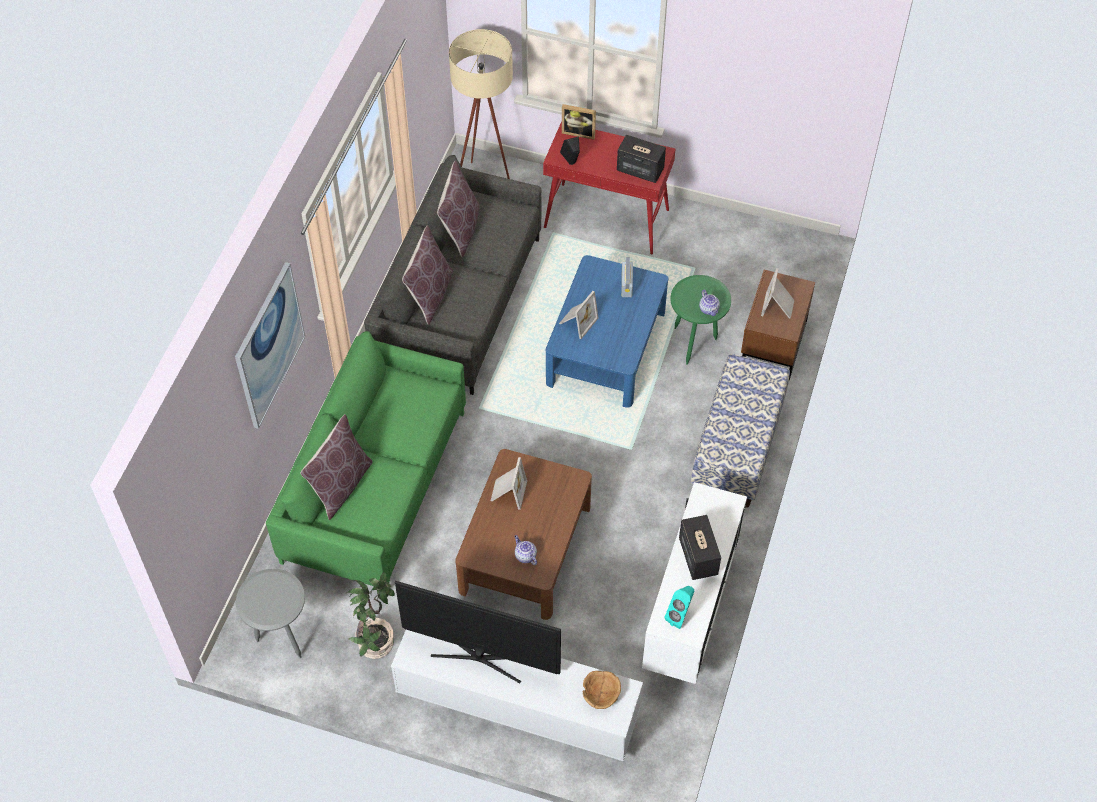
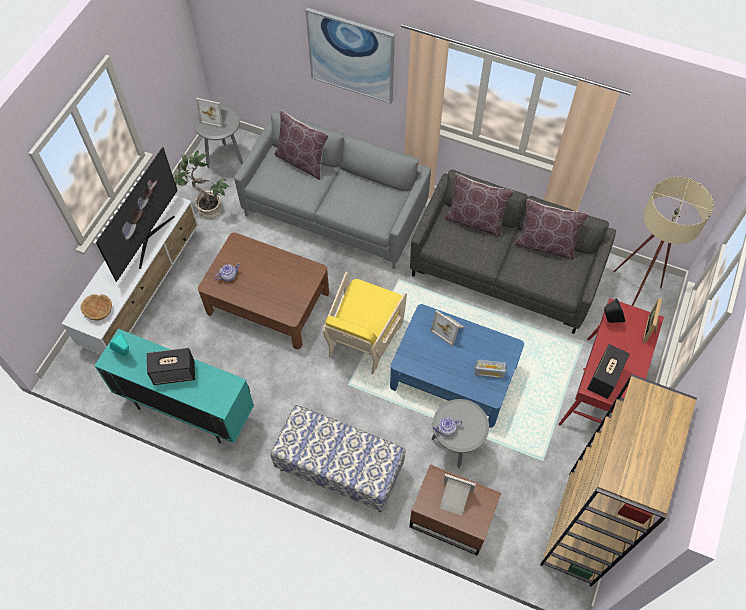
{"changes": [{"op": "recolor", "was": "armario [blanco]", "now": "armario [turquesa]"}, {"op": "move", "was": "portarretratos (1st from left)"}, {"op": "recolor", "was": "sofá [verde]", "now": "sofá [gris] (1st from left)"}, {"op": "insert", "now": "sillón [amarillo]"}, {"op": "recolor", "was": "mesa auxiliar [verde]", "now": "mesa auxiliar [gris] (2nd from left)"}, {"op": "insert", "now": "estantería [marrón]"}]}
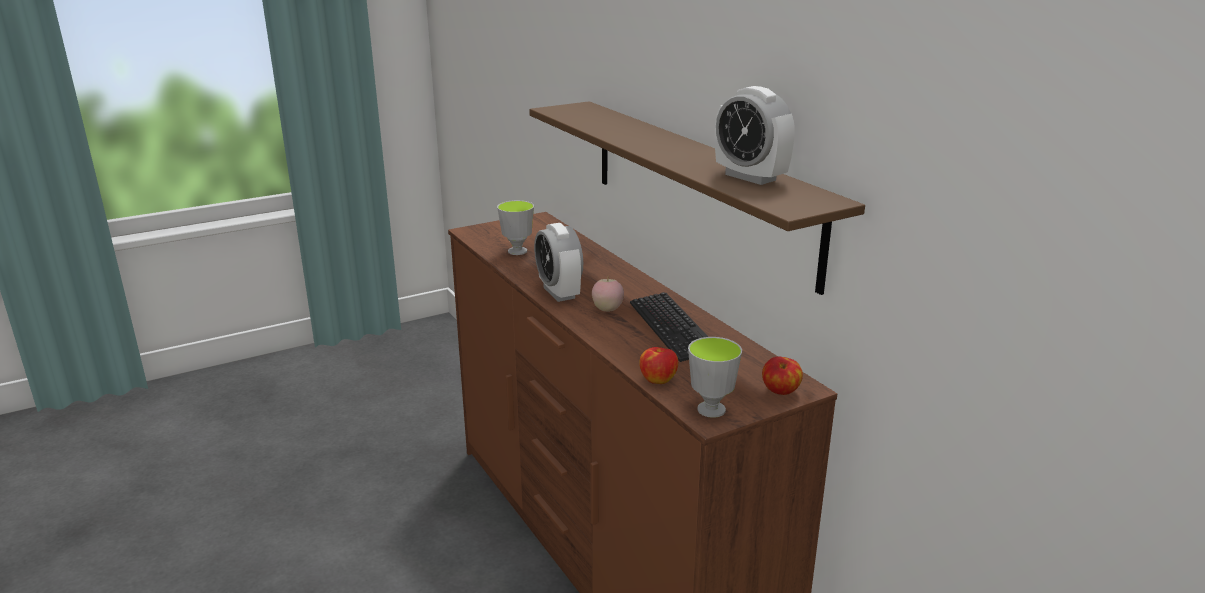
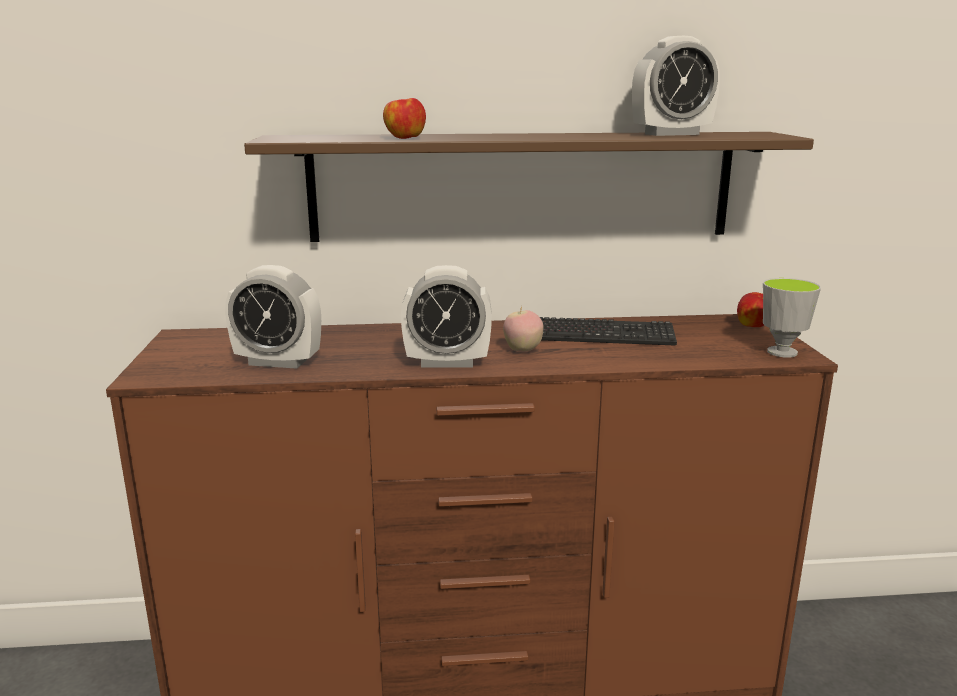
{"changes": [{"op": "replace", "was": "taza (1st from left)", "now": "despertador (1st from left)"}, {"op": "move", "was": "manzana (2nd from left in the first image)", "now": "manzana (1st from left)"}]}
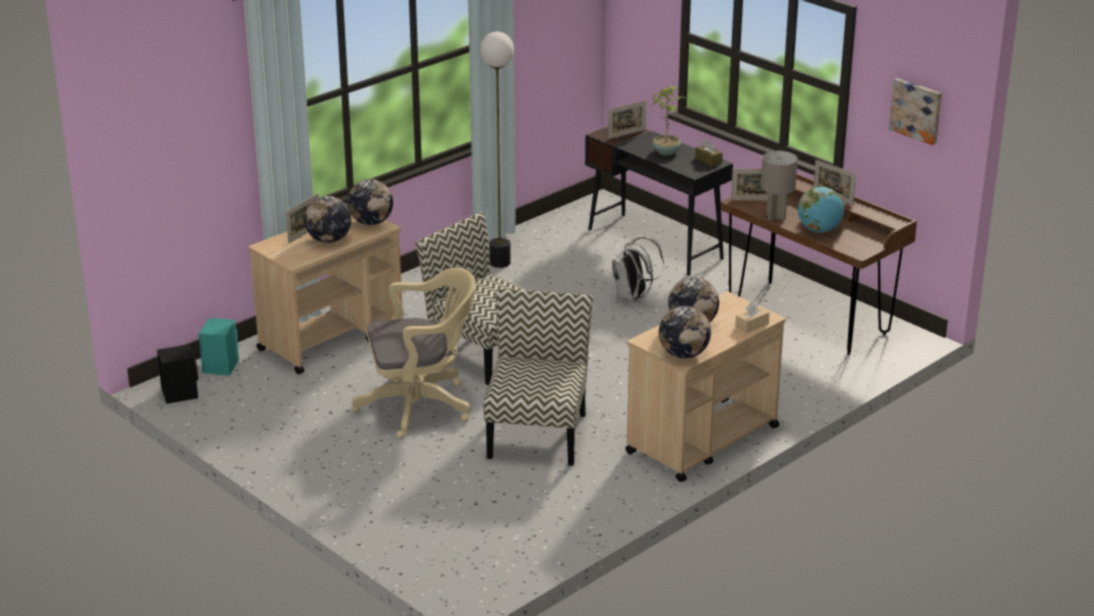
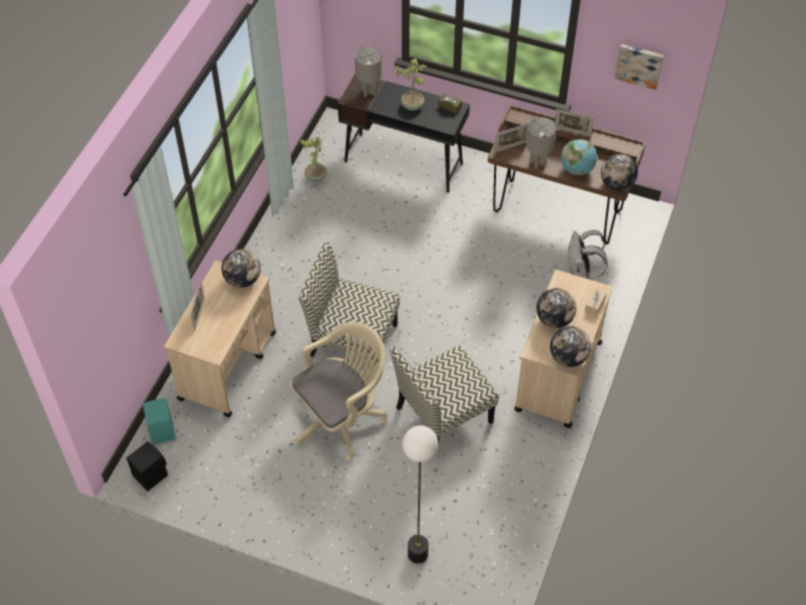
{"changes": [{"op": "insert", "now": "planta en maceta (1st from left)"}, {"op": "replace", "was": "portarretratos (2nd from left)", "now": "lámpara de mesa [gris] (1st from left)"}, {"op": "rotate", "was": "silla (2nd from left)", "clockwise": -105}, {"op": "move", "was": "lámpara de pie"}, {"op": "move", "was": "mochila [blanco]"}, {"op": "move", "was": "globo terráqueo (1st from left in the first image)", "now": "globo terráqueo (5th from left)"}]}
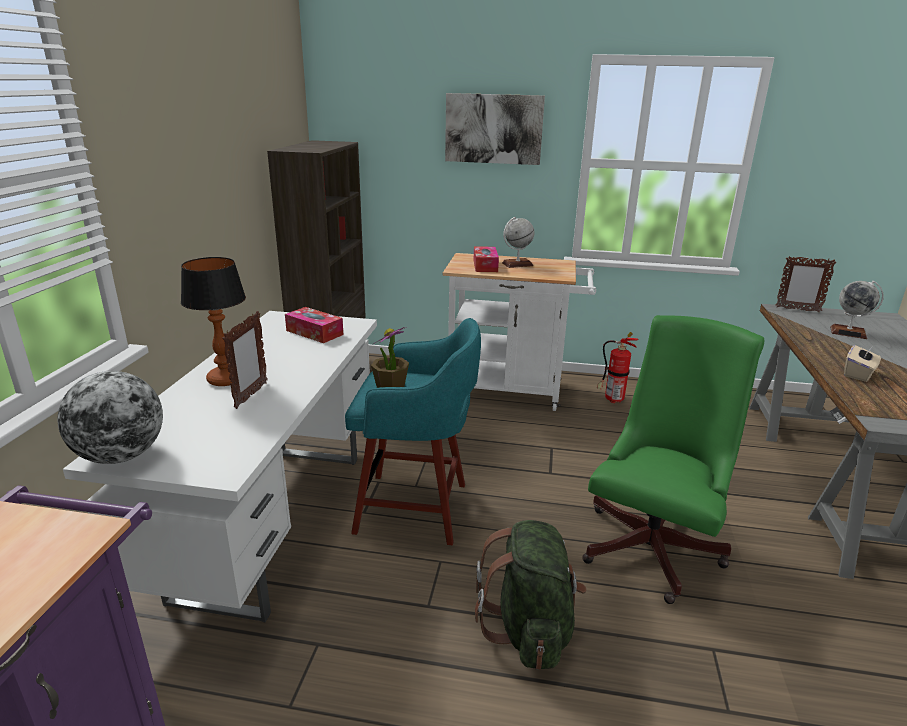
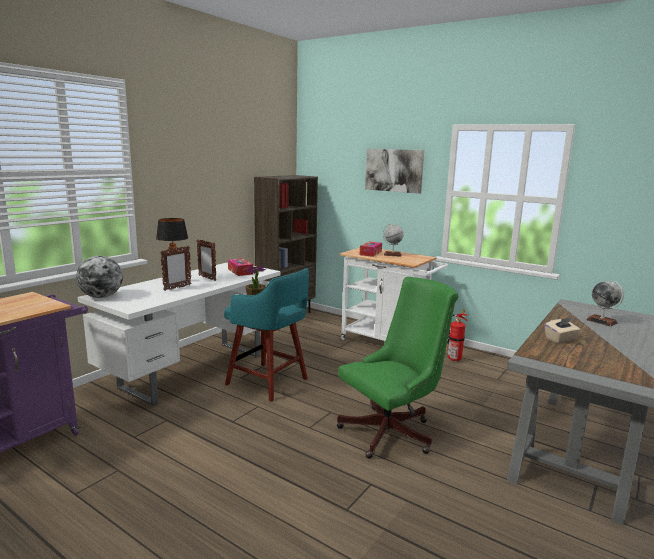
{"changes": [{"op": "move", "was": "portarretratos (2nd from left)"}, {"op": "delete", "was": "mochila [verde]"}]}
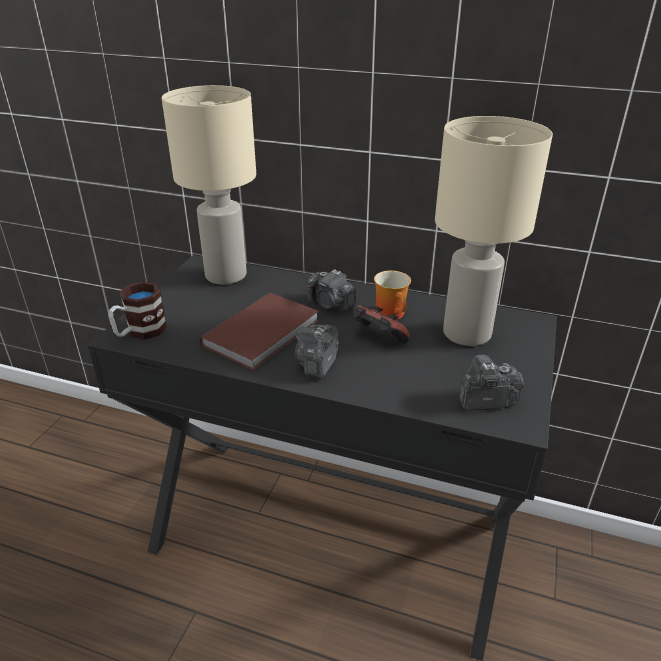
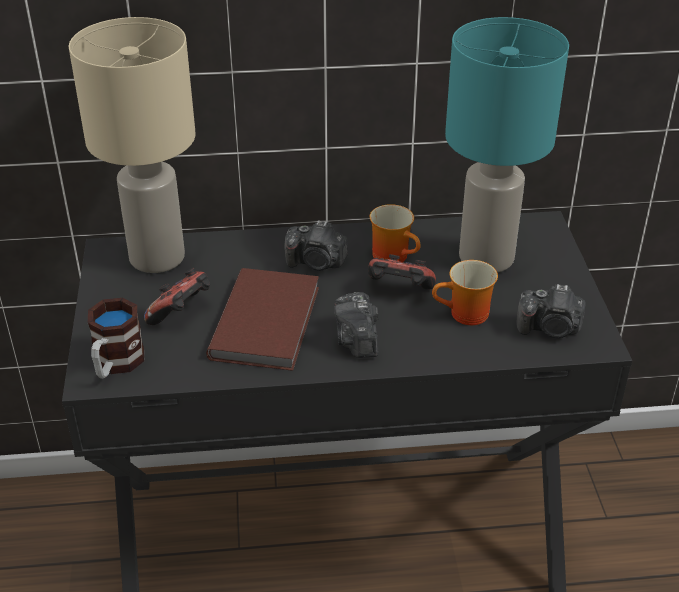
{"changes": [{"op": "insert", "now": "mando de consola (1st from left)"}, {"op": "insert", "now": "taza grande (3rd from left)"}, {"op": "recolor", "was": "lámpara de mesa [beis] (2nd from left)", "now": "lámpara de mesa [turquesa]"}, {"op": "rotate", "was": "cámara (3rd from left)", "clockwise": -135}]}
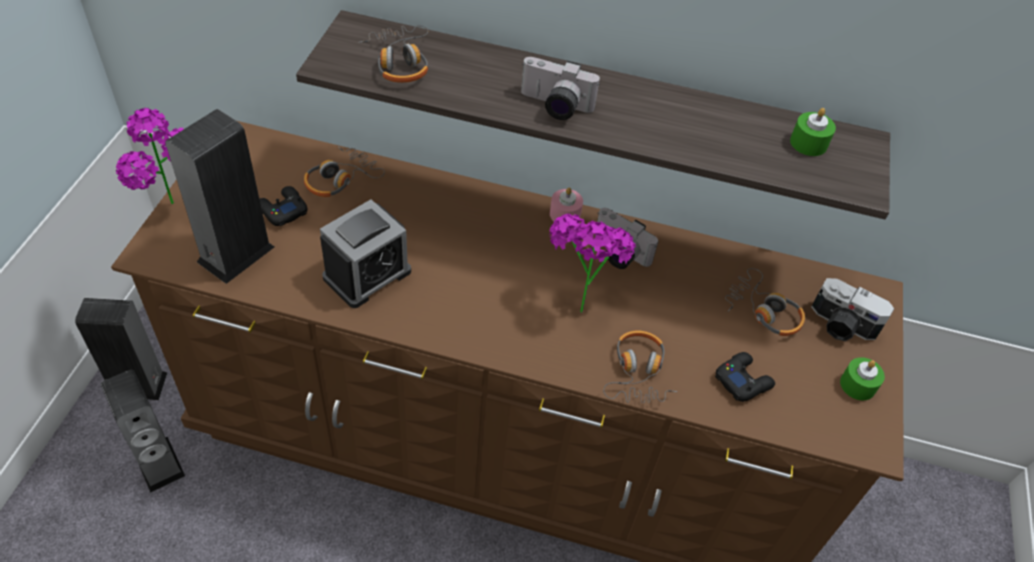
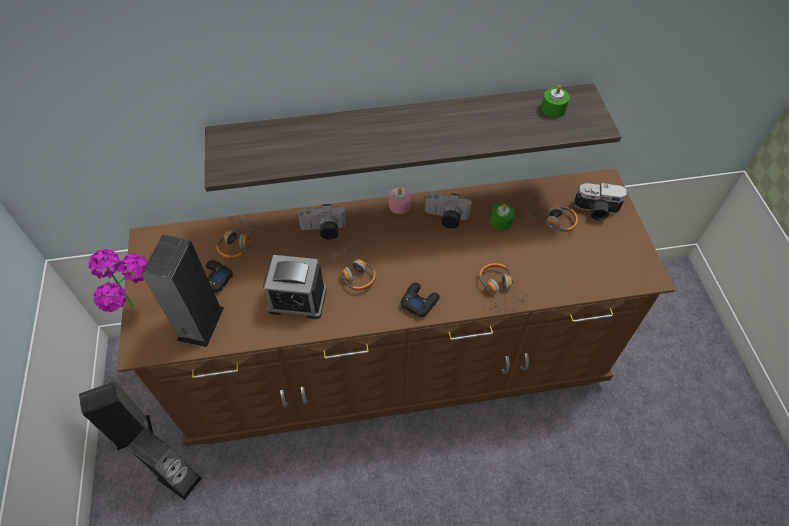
{"changes": [{"op": "rotate", "was": "despertador", "clockwise": 75}, {"op": "move", "was": "cámara (1st from left)"}, {"op": "move", "was": "auriculares (2nd from left)"}, {"op": "move", "was": "mando de consola [negro] (2nd from left)"}, {"op": "move", "was": "vela [verde] (2nd from left in the first image)", "now": "vela [verde] (1st from left)"}, {"op": "delete", "was": "planta en maceta (2nd from left)"}]}
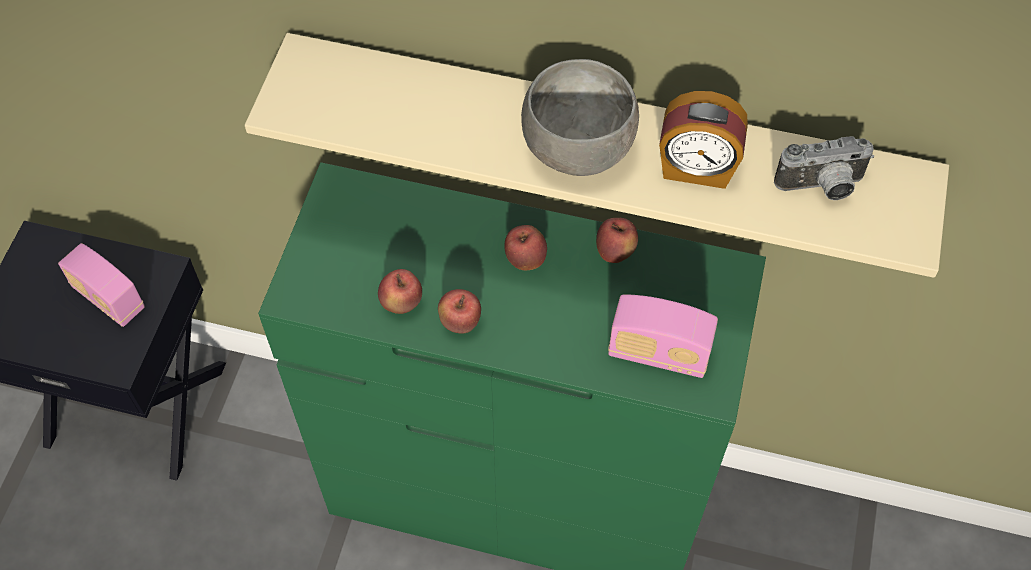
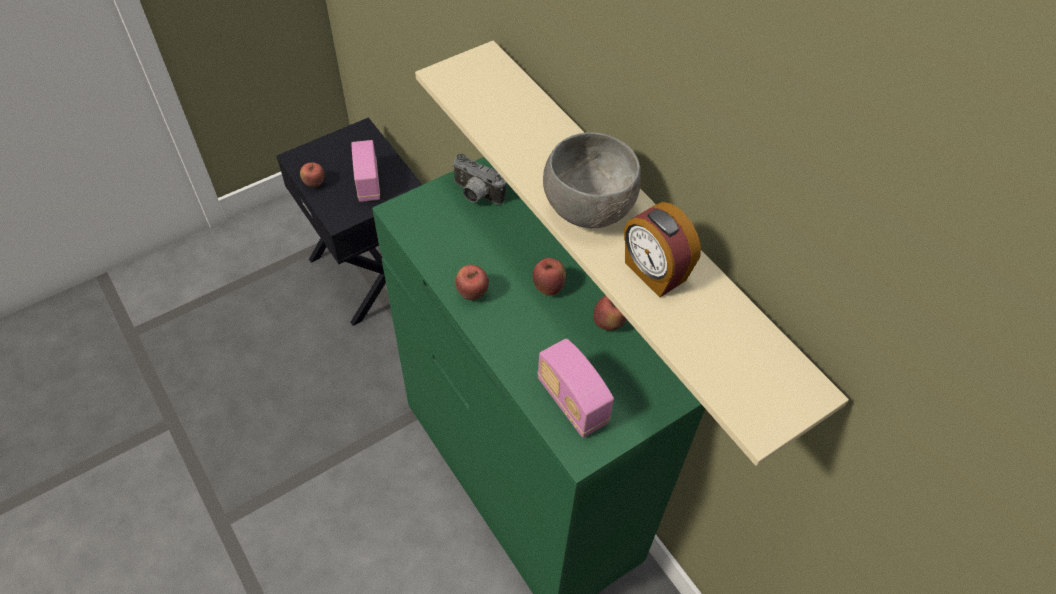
{"changes": [{"op": "move", "was": "manzana (1st from left)"}, {"op": "move", "was": "cámara"}]}
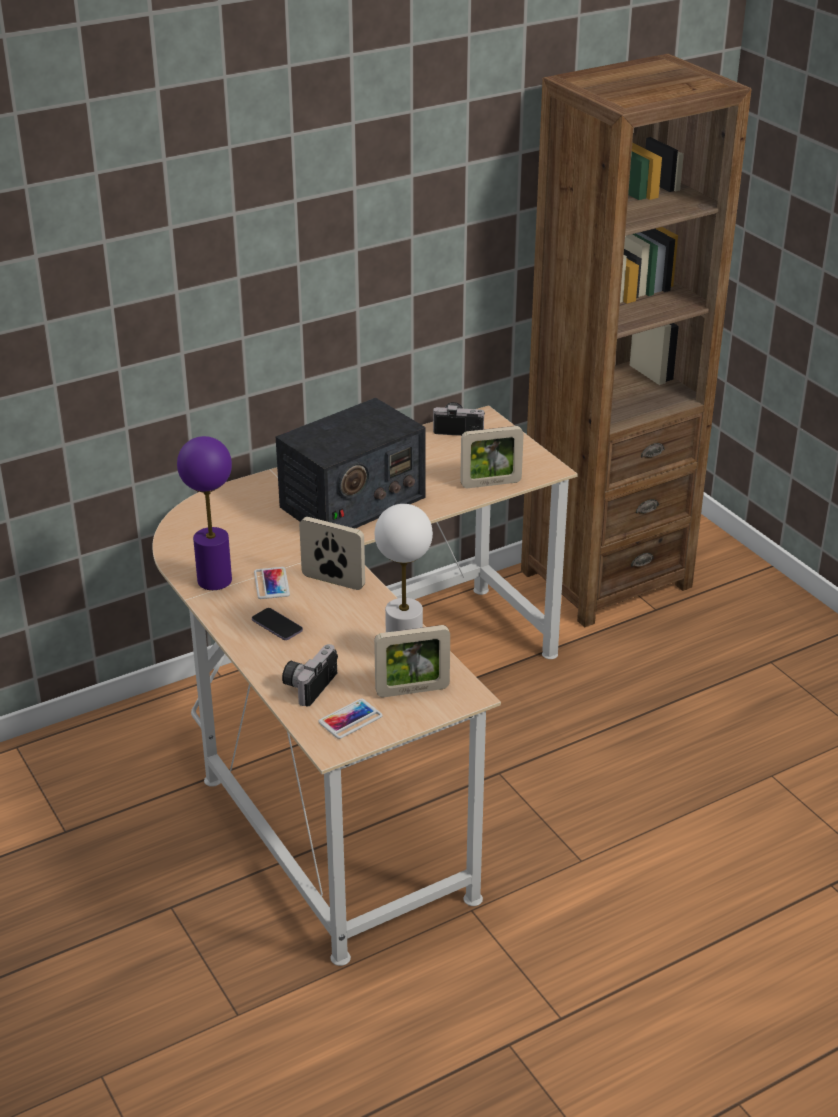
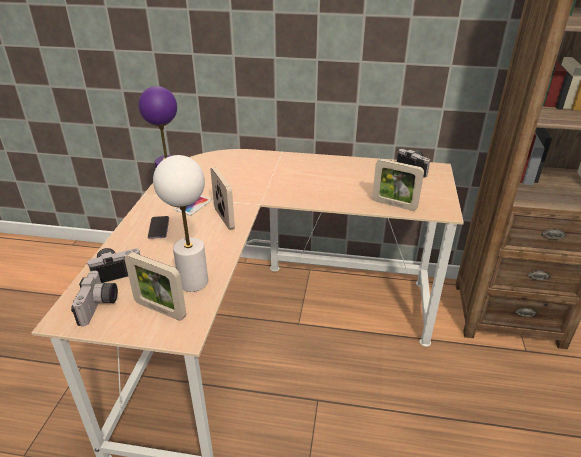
{"changes": [{"op": "replace", "was": "móvil (3rd from left)", "now": "cámara (1st from left)"}, {"op": "delete", "was": "radio"}]}
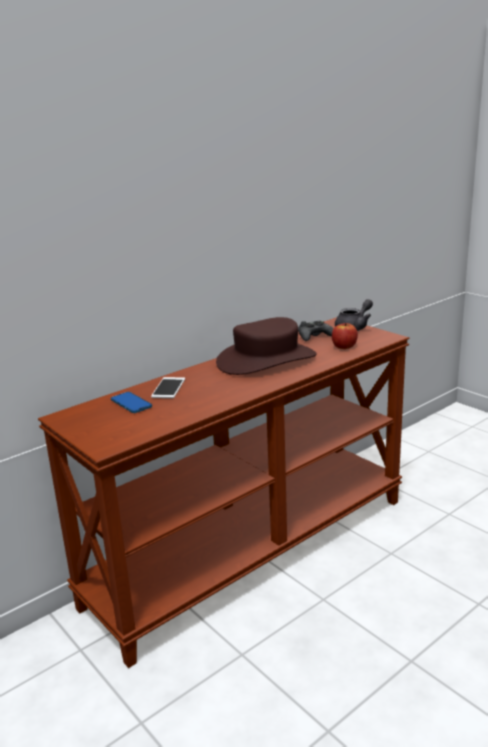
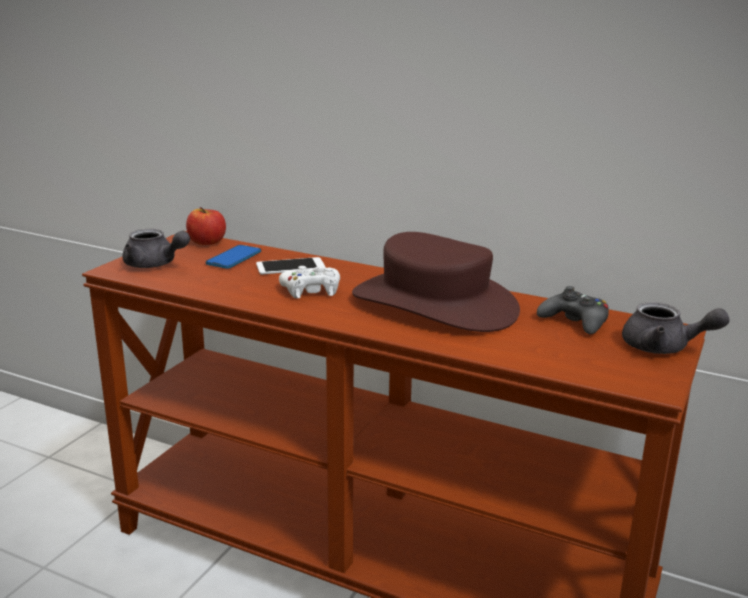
{"changes": [{"op": "insert", "now": "tetera [gris] (1st from left)"}, {"op": "move", "was": "manzana"}, {"op": "insert", "now": "mando de consola [blanco]"}]}
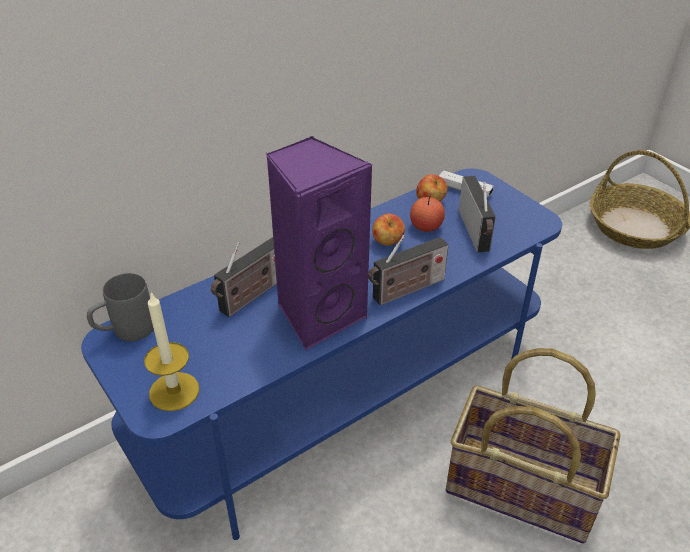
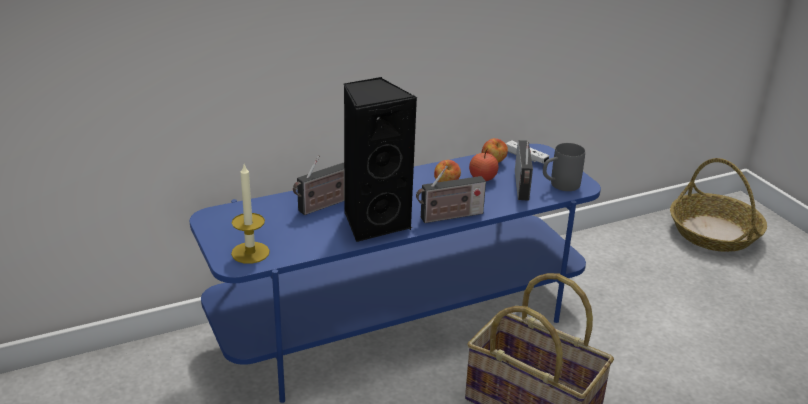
{"changes": [{"op": "recolor", "was": "altavoz [morado]", "now": "altavoz [negro]"}, {"op": "move", "was": "taza grande [gris]"}]}
